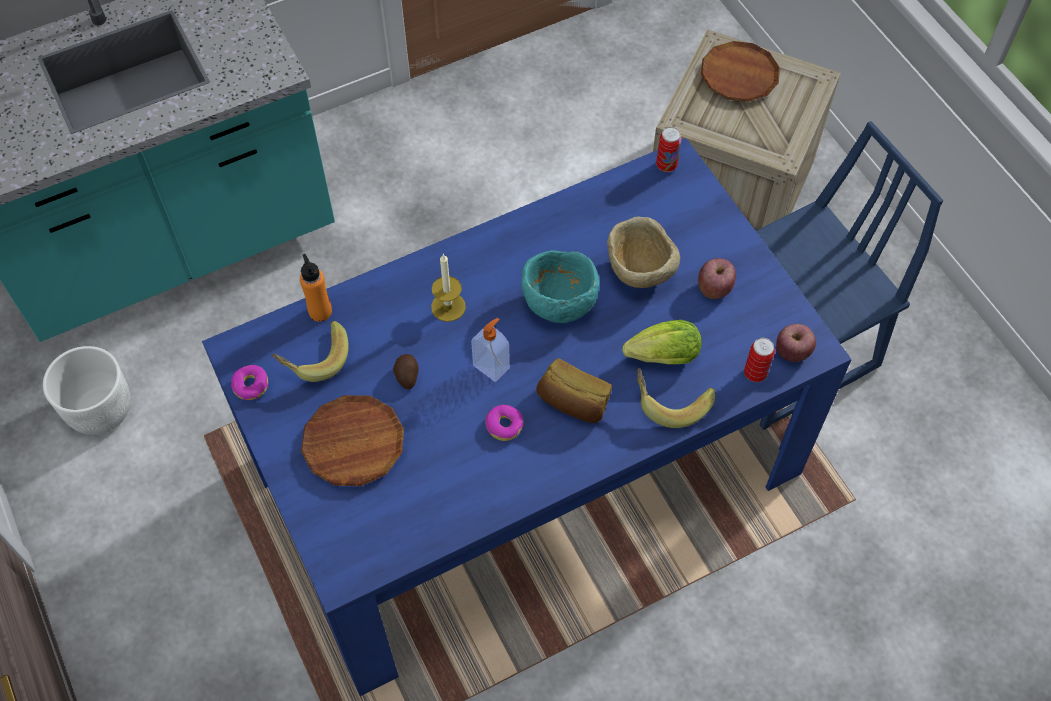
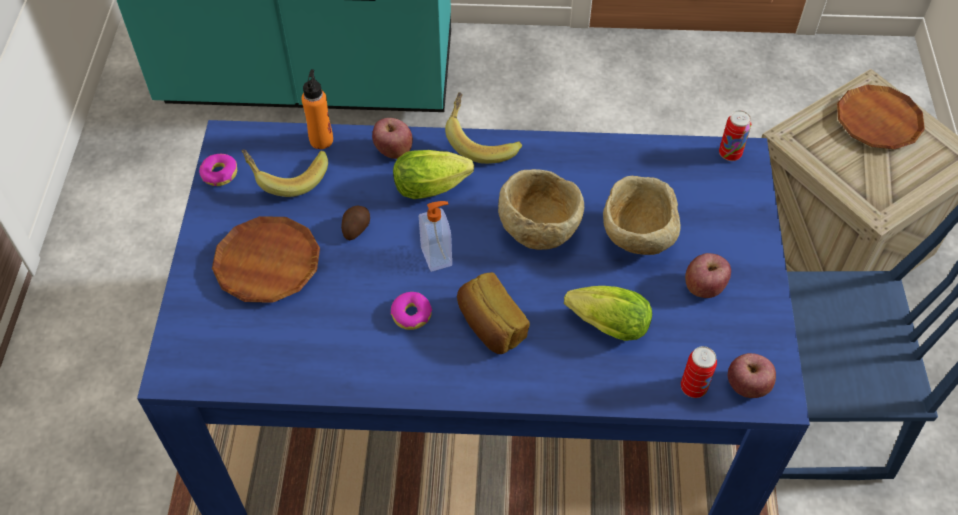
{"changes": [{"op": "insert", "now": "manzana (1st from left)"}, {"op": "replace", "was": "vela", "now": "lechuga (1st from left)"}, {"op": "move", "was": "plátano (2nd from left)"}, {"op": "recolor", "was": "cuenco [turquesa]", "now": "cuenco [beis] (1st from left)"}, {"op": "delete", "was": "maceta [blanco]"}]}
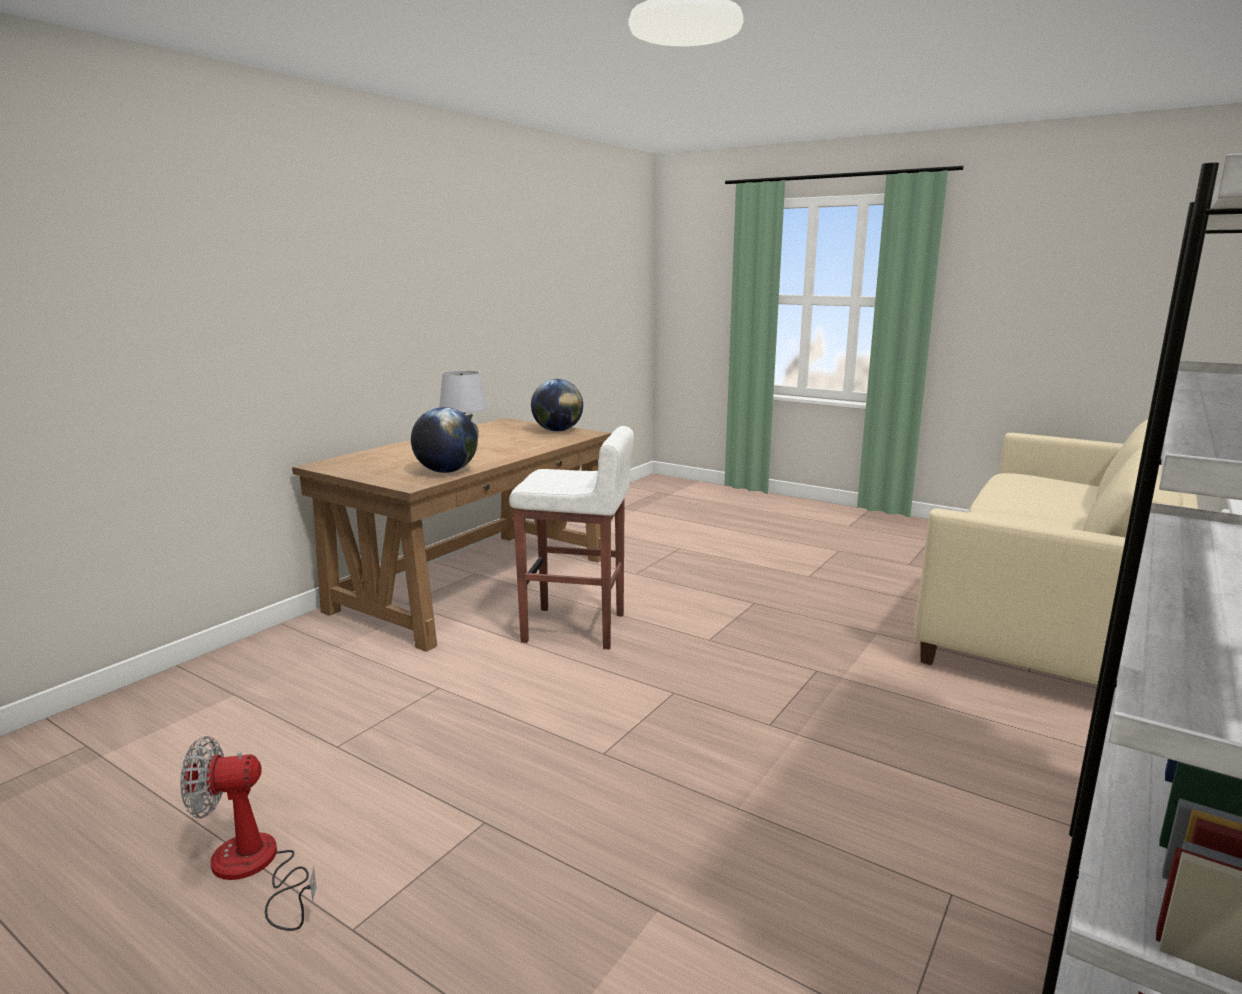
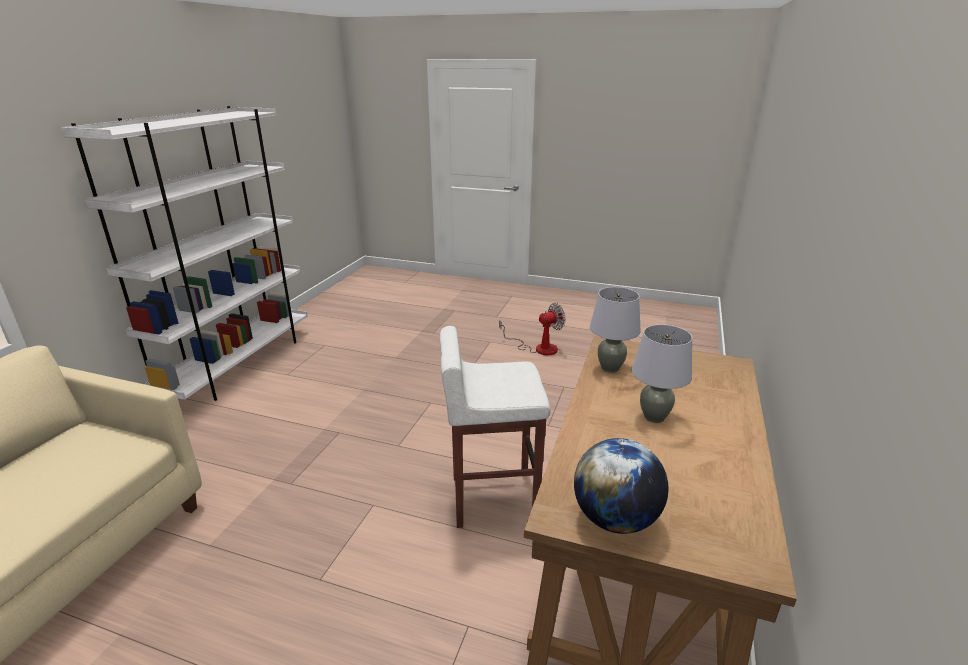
{"changes": [{"op": "replace", "was": "globo terráqueo (1st from left)", "now": "lámpara de mesa [gris] (1st from left)"}]}
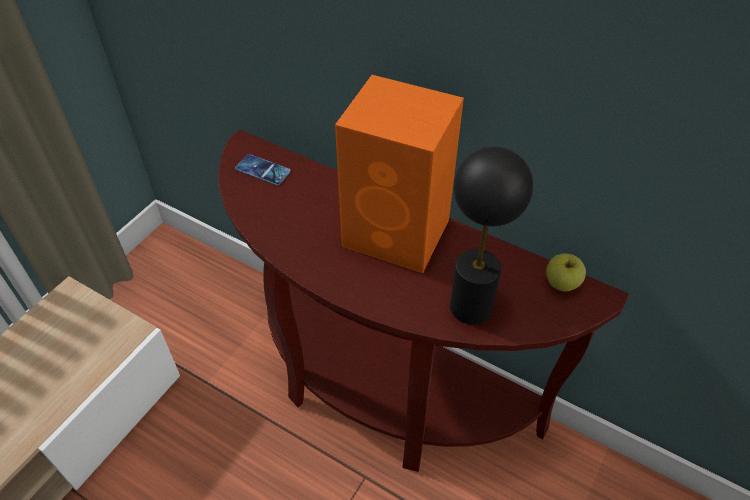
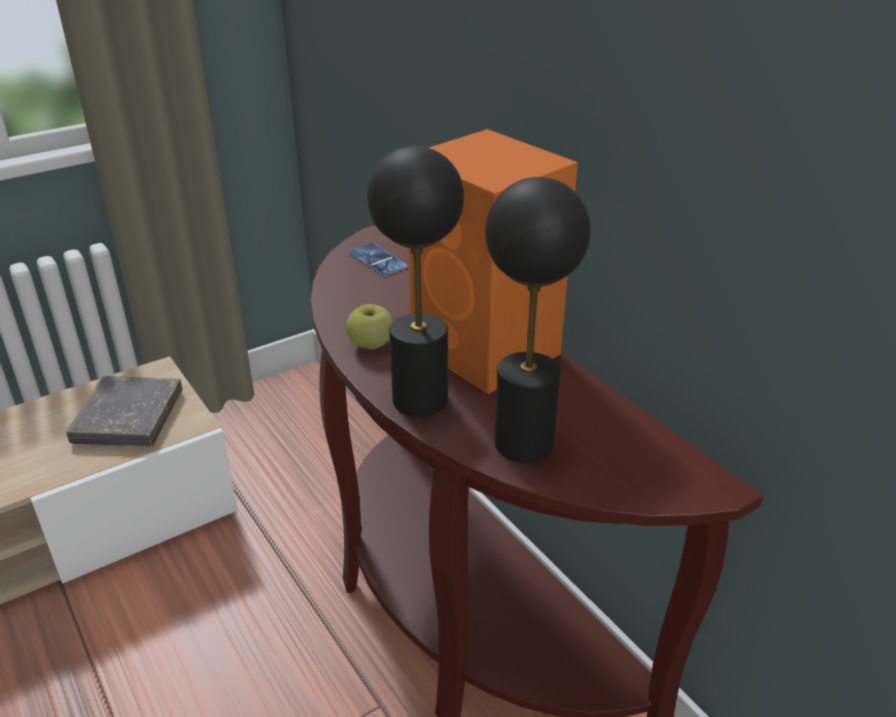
{"changes": [{"op": "insert", "now": "libro [gris]"}, {"op": "move", "was": "manzana"}, {"op": "insert", "now": "lámpara de mesa [negro] (1st from left)"}]}
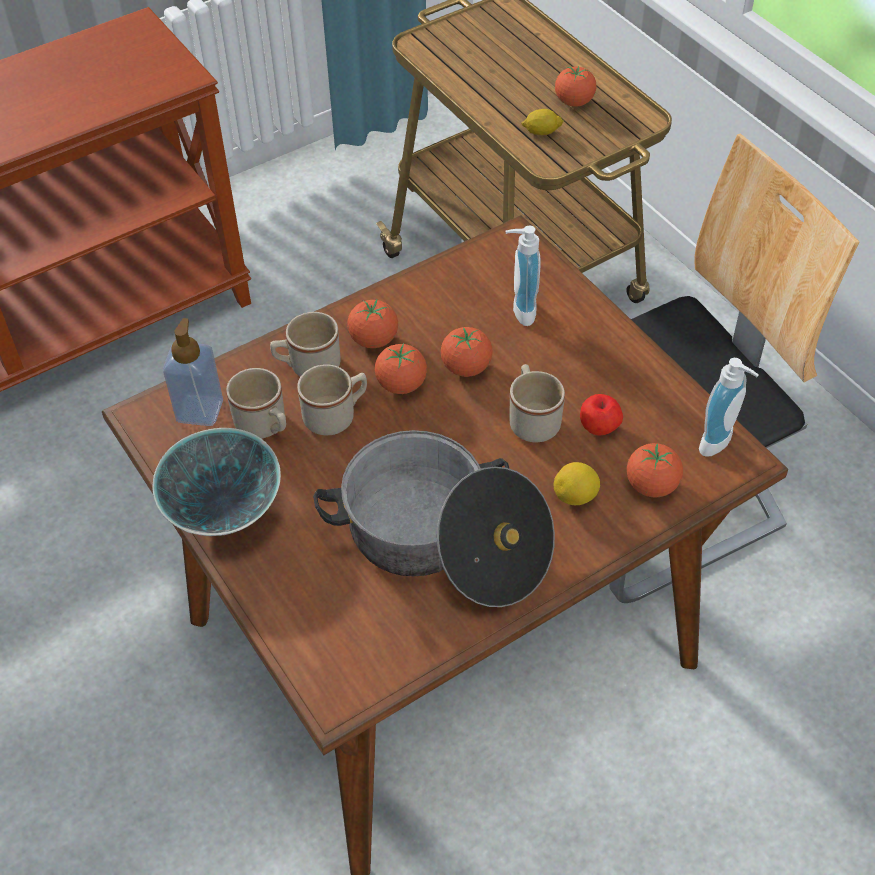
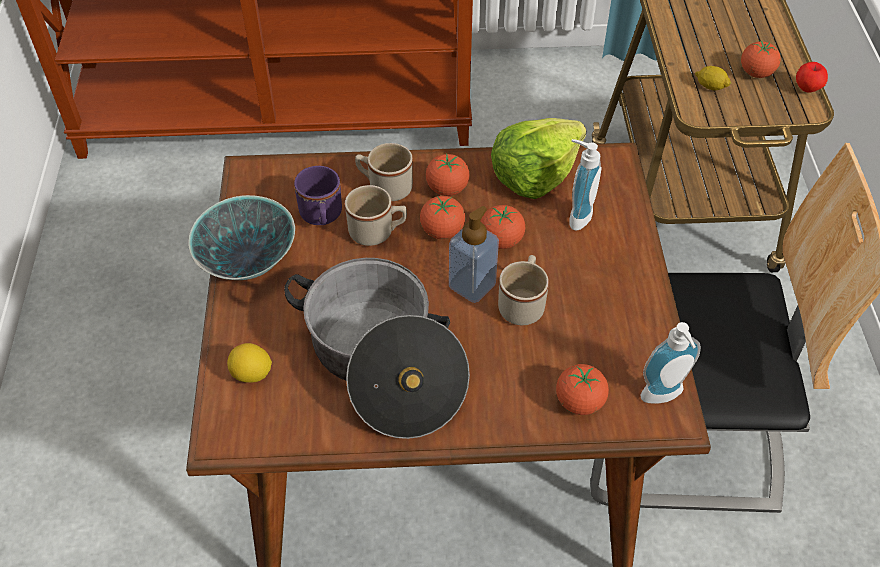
{"changes": [{"op": "move", "was": "limón (2nd from left in the first image)", "now": "limón (1st from left)"}, {"op": "recolor", "was": "taza grande [beis] (1st from left)", "now": "taza grande [morado]"}, {"op": "move", "was": "dispensador de jabón (1st from left)"}, {"op": "insert", "now": "lechuga"}, {"op": "move", "was": "manzana"}]}
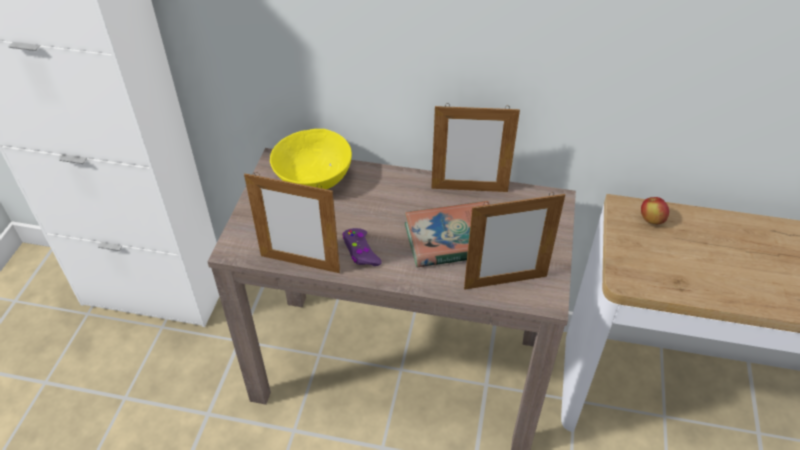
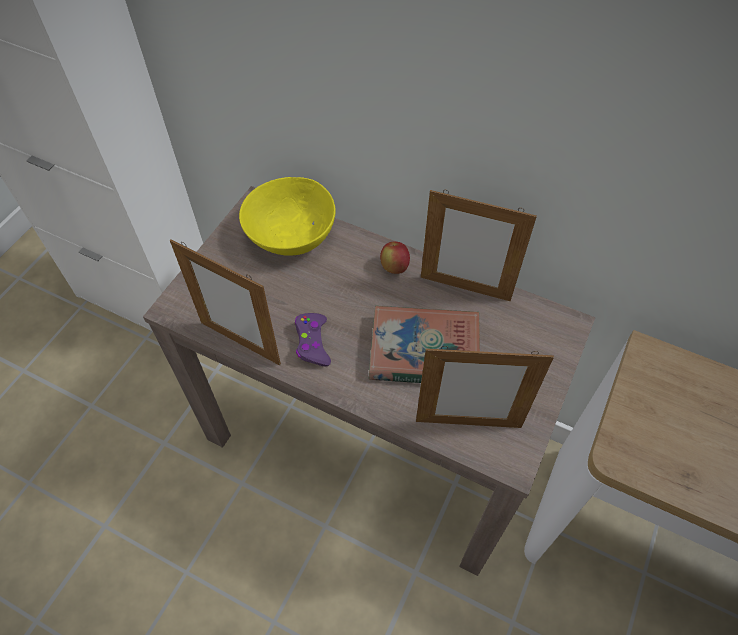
{"changes": [{"op": "move", "was": "manzana"}]}
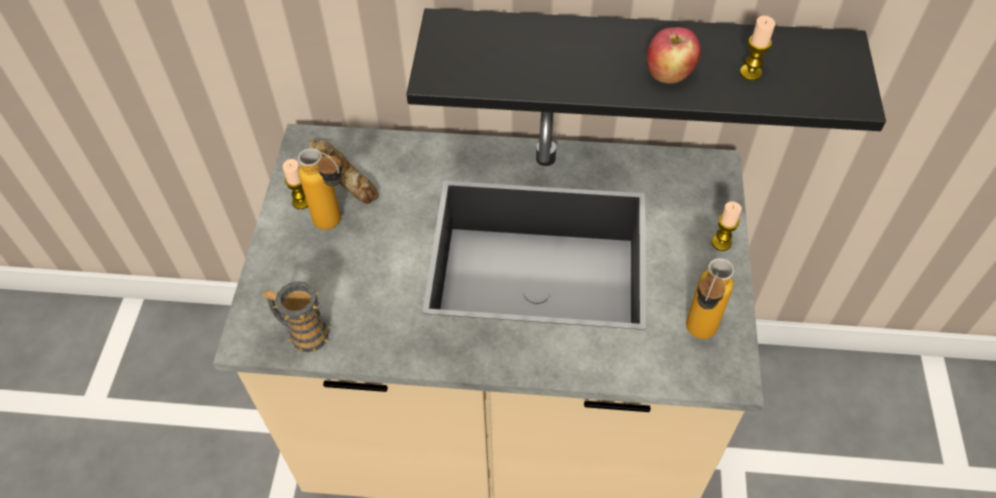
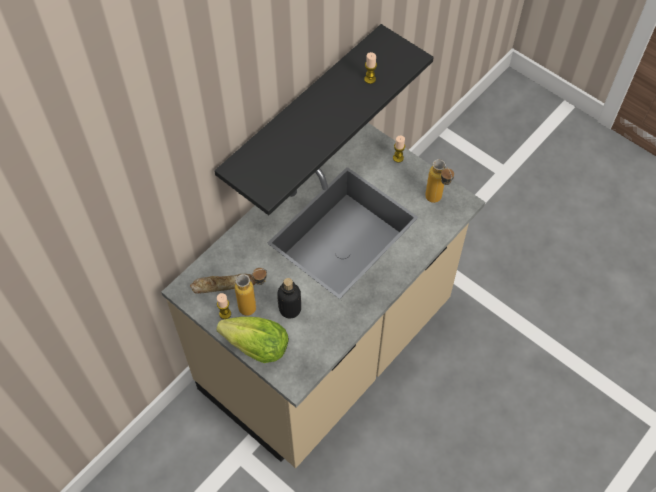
{"changes": [{"op": "insert", "now": "lechuga"}, {"op": "insert", "now": "botella (2nd from left)"}, {"op": "delete", "was": "taza grande"}, {"op": "delete", "was": "manzana"}]}
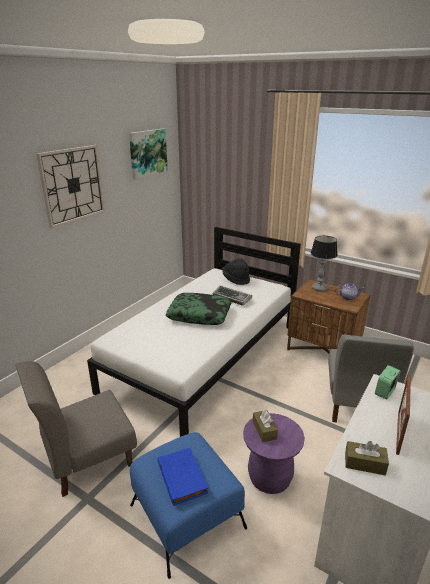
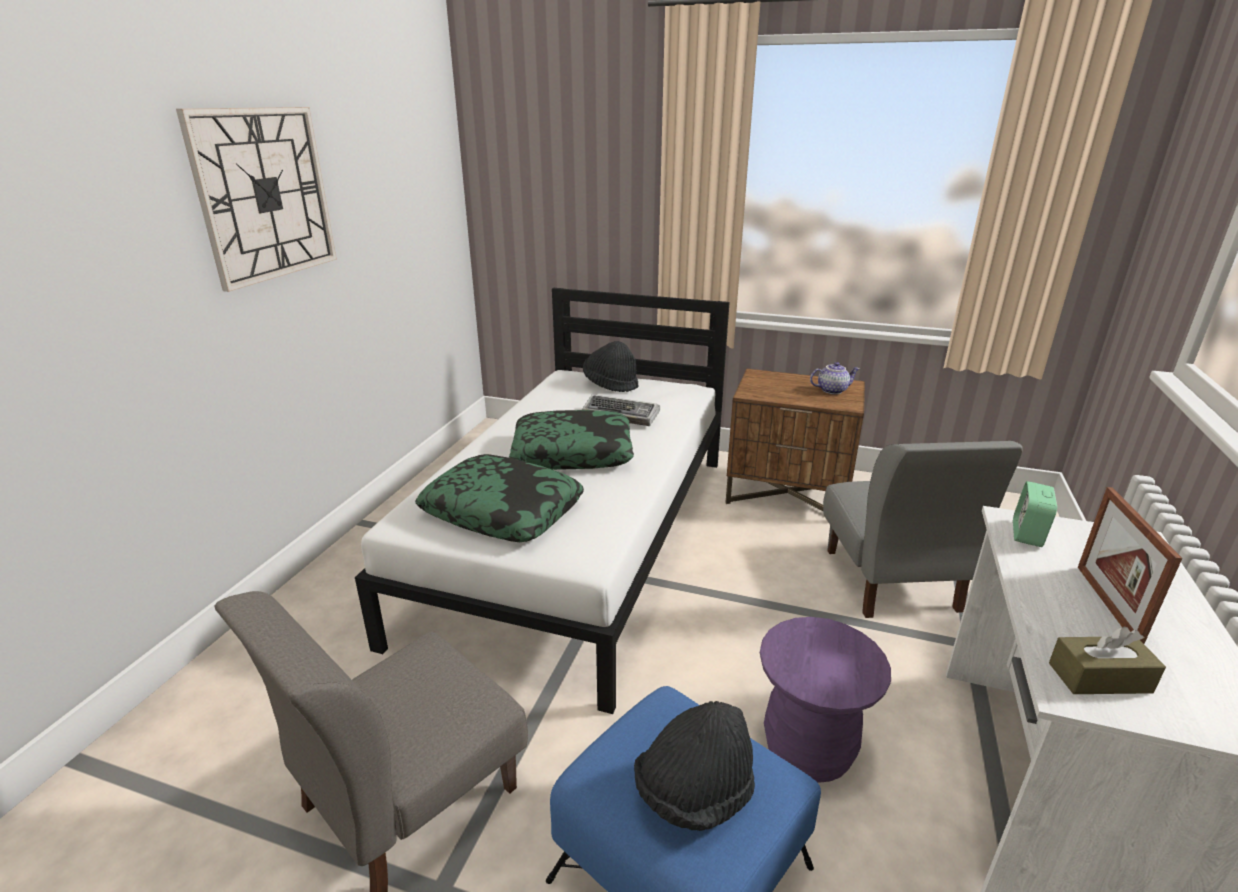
{"changes": [{"op": "insert", "now": "cojín (1st from left)"}, {"op": "replace", "was": "libro [azul]", "now": "sombrero [negro] (2nd from left)"}, {"op": "delete", "was": "cuadro"}, {"op": "delete", "was": "caja de pañuelos [marrón] (1st from left)"}, {"op": "delete", "was": "lámpara de mesa"}]}
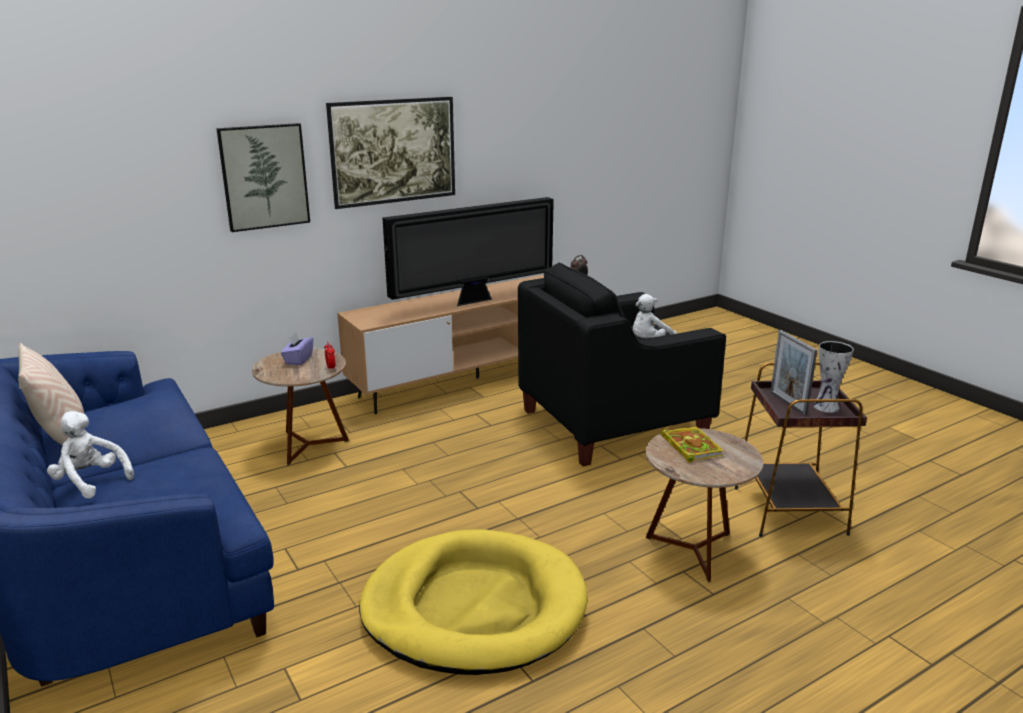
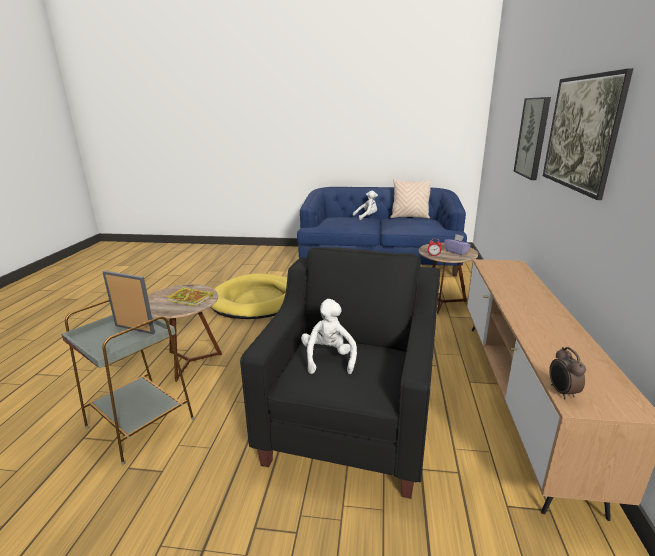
{"changes": [{"op": "recolor", "was": "mesa auxiliar [marrón] (3rd from left)", "now": "mesa auxiliar [gris]"}, {"op": "delete", "was": "televisor"}, {"op": "delete", "was": "florero"}]}
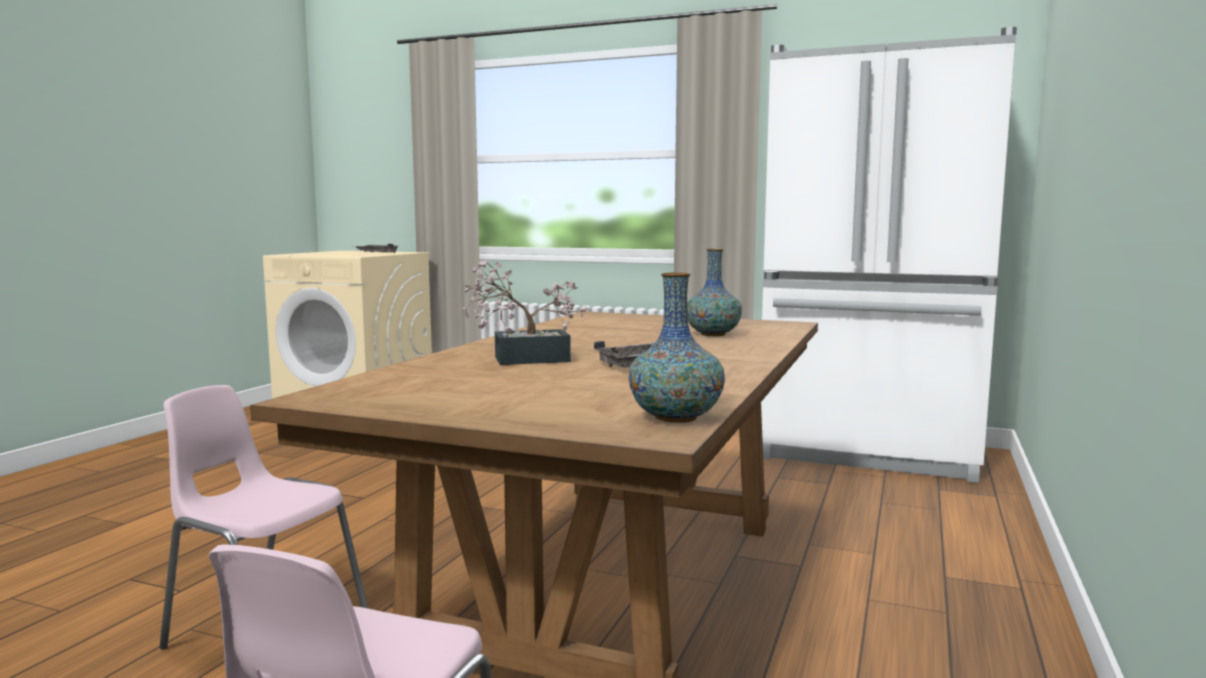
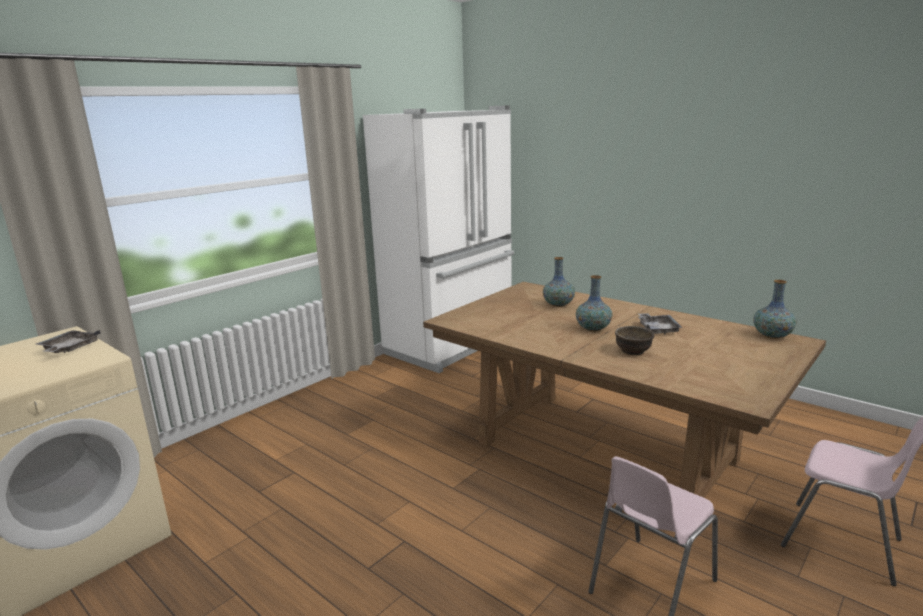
{"changes": [{"op": "insert", "now": "florero (2nd from left)"}, {"op": "replace", "was": "planta en maceta", "now": "cuenco [marrón]"}]}
